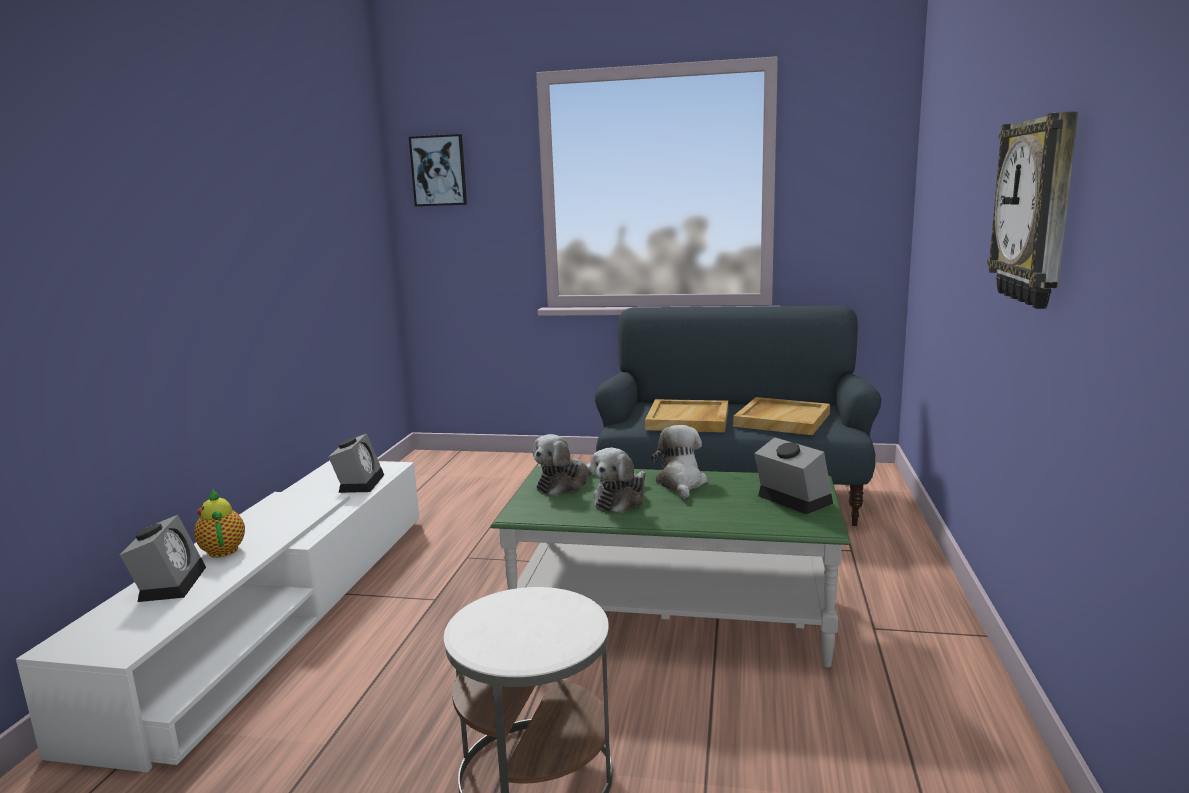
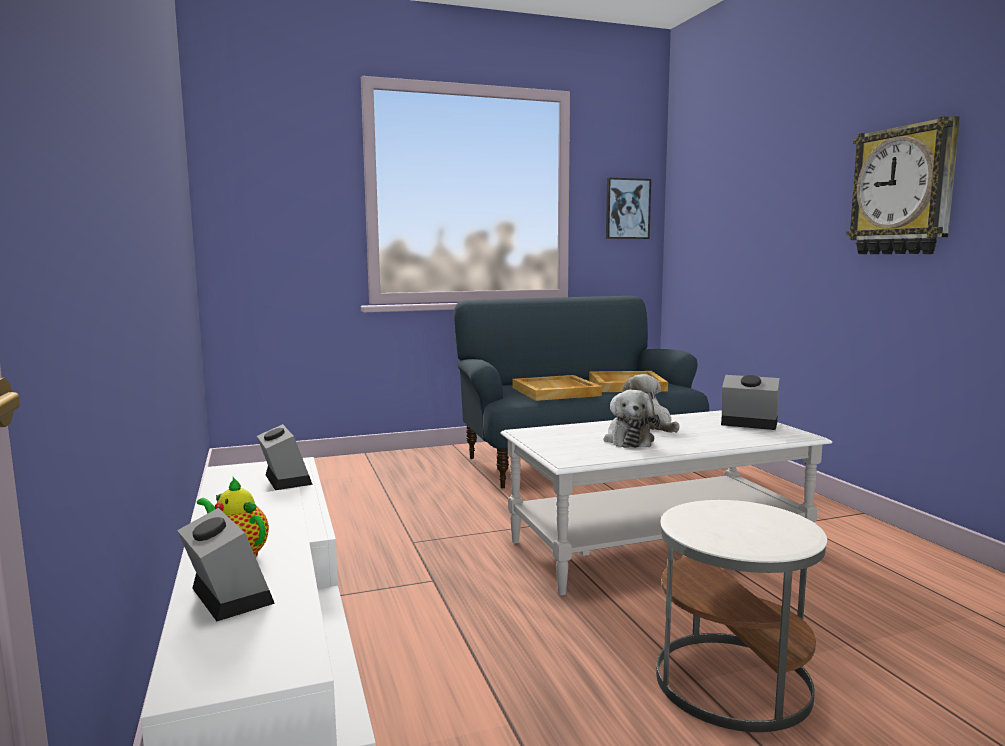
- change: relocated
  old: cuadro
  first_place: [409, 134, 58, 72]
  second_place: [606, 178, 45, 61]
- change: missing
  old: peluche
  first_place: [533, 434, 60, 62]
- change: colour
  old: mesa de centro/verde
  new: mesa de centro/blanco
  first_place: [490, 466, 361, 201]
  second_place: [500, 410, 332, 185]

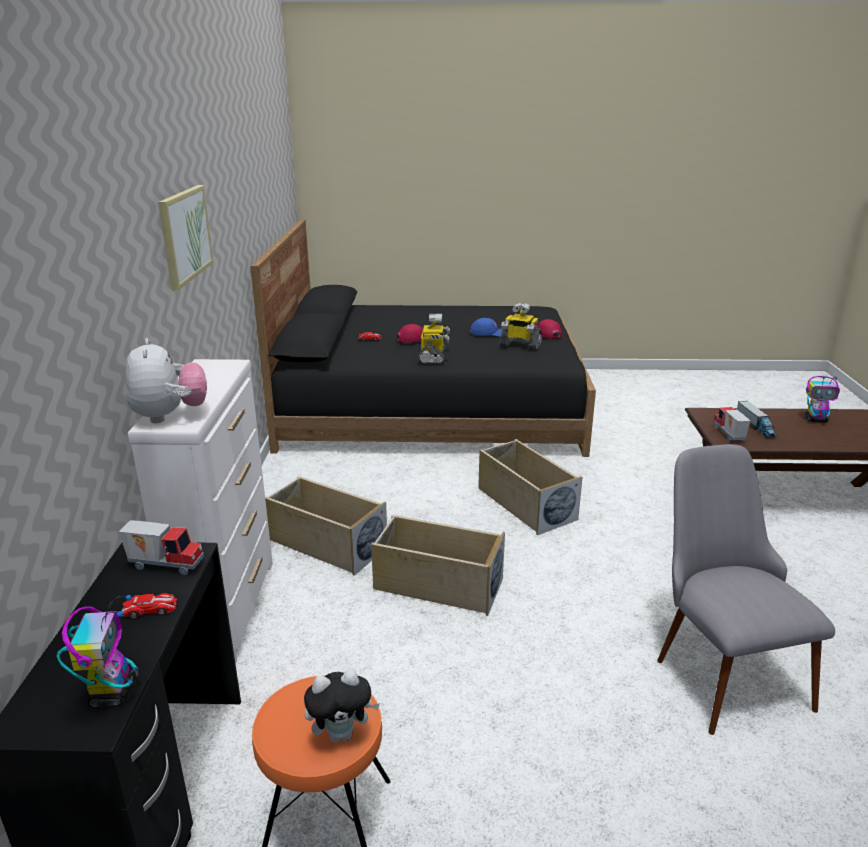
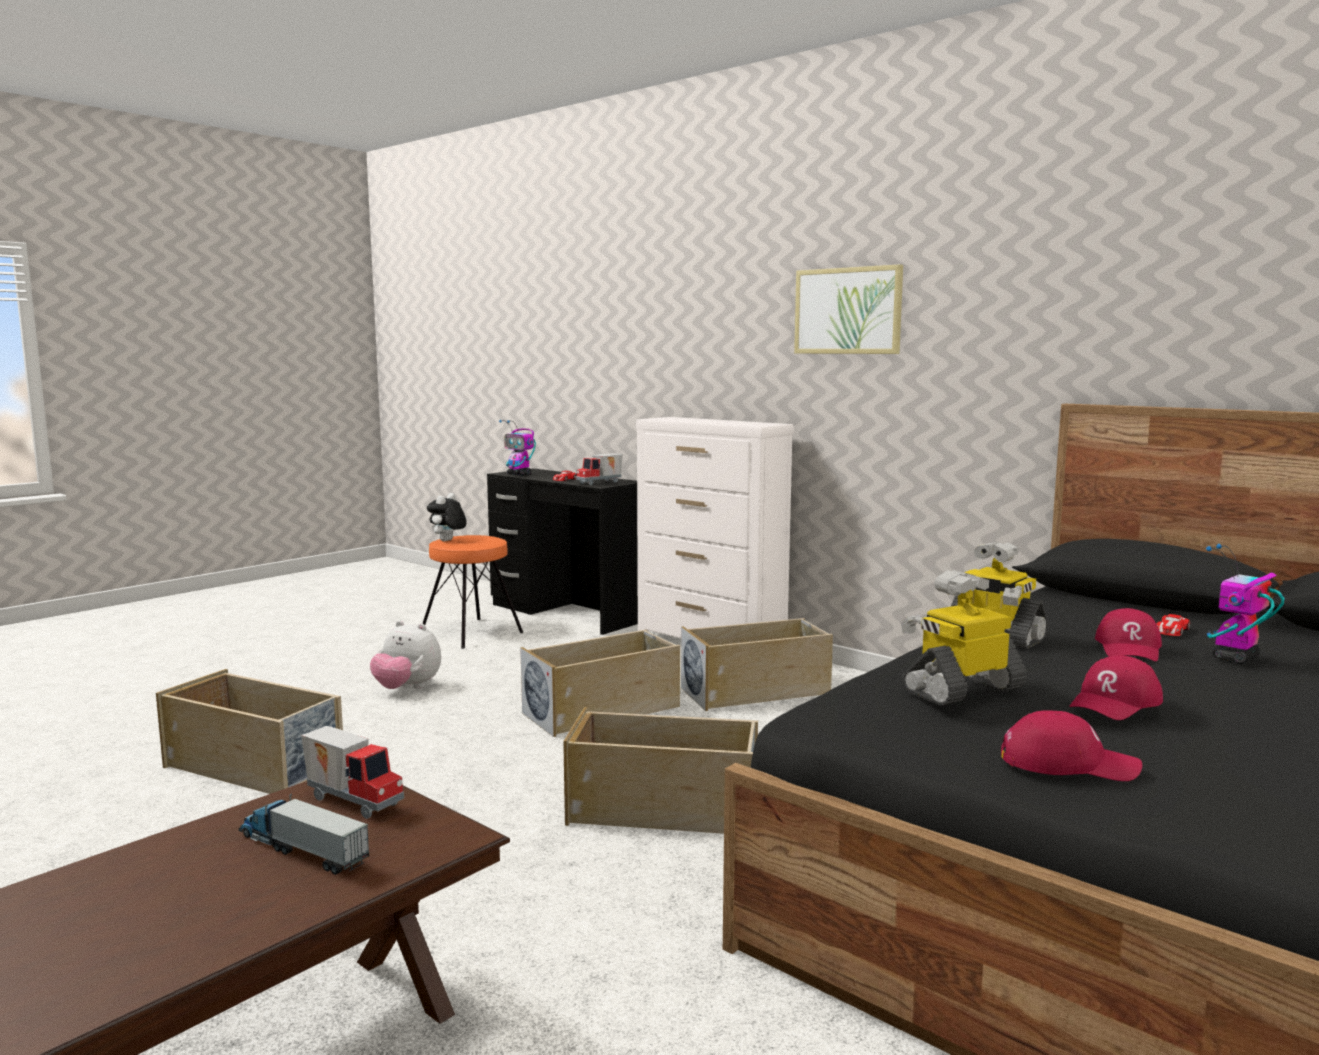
- change: colour
  old: gorra/azul
  new: gorra/rojo
  first_place: [470, 318, 32, 19]
  second_place: [1069, 655, 94, 65]
- change: relocated
  old: peluche
  first_place: [126, 338, 81, 85]
  second_place: [370, 621, 71, 68]
- change: relocated
  old: robot de juguete
  first_place: [805, 376, 35, 47]
  second_place: [1206, 544, 79, 120]
- change: exchanged
  old: silla/gris
  new: caja de almacenaje/beis
  first_place: [657, 444, 178, 291]
  second_place: [156, 669, 187, 125]

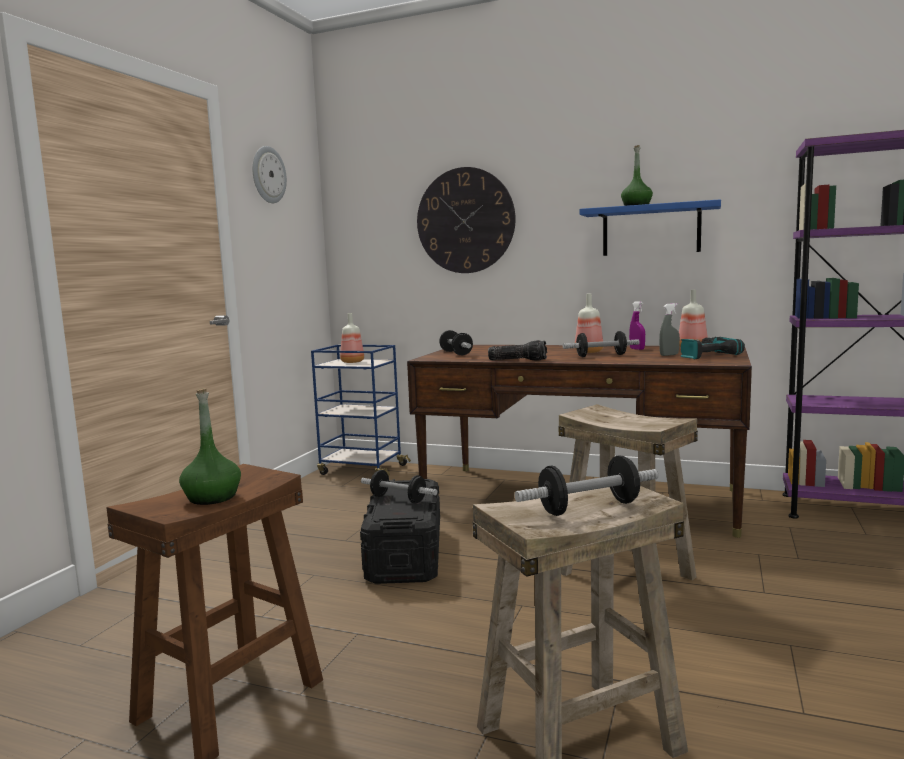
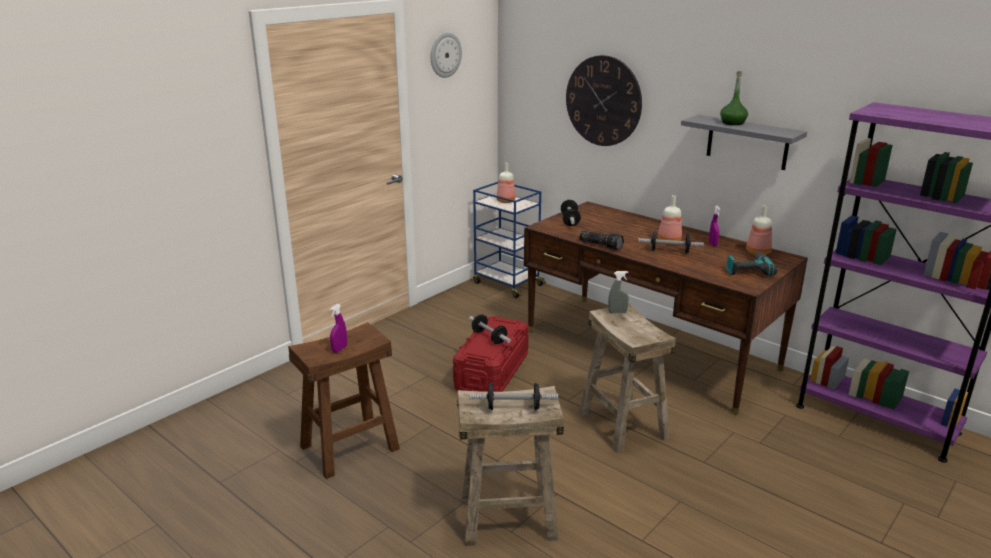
- change: colour
  old: estante/azul
  new: estante/gris
  first_place: [579, 199, 142, 57]
  second_place: [681, 115, 126, 55]
- change: relocated
  old: pulverizador/gris
  first_place: [659, 303, 21, 53]
  second_place: [608, 271, 21, 42]
- change: exchanged
  old: botella/verde
  new: pulverizador/morado
  first_place: [179, 388, 62, 117]
  second_place: [330, 304, 17, 49]
- change: colour
  old: caja de almacenaje/negro
  new: caja de almacenaje/rojo
  first_place: [360, 479, 80, 105]
  second_place: [453, 316, 76, 76]

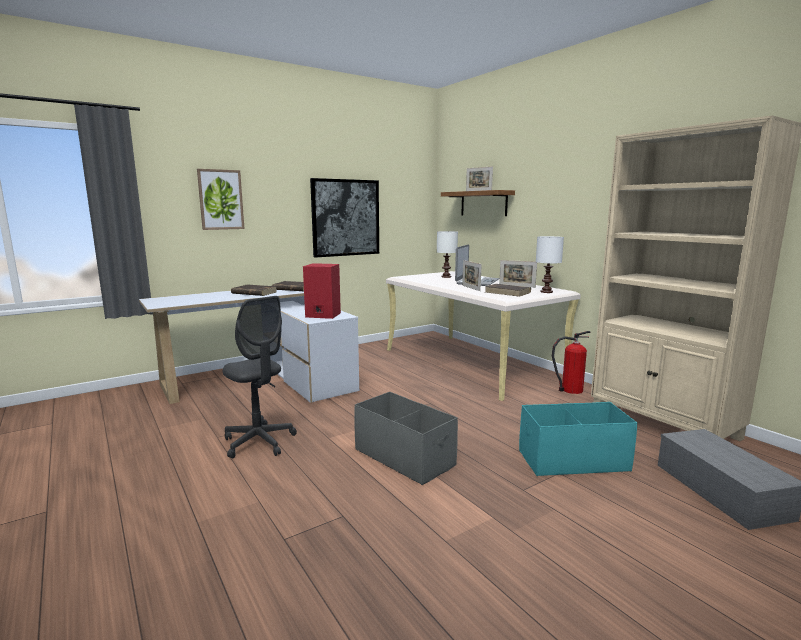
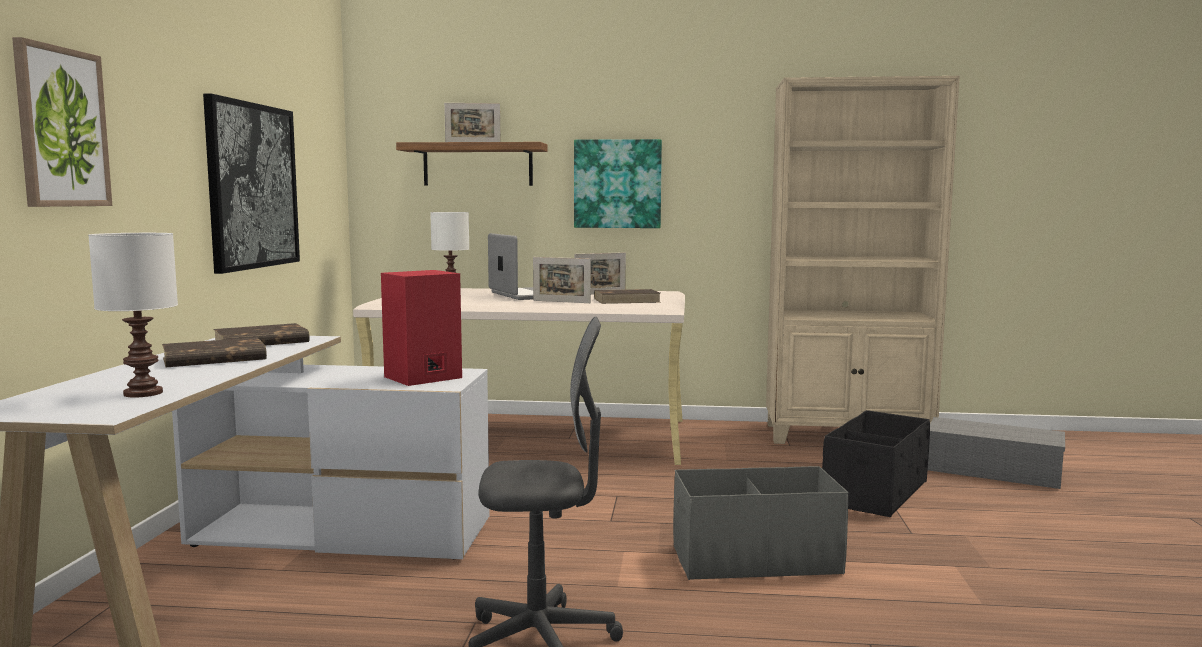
- change: relocated
  old: lámpara de mesa/blanco
  first_place: [536, 236, 28, 57]
  second_place: [89, 233, 89, 165]
- change: missing
  old: extintor
  first_place: [552, 331, 38, 63]
- change: colour
  old: caja de almacenaje/turquesa
  new: caja de almacenaje/negro
  first_place: [519, 402, 119, 74]
  second_place: [822, 410, 108, 107]
- change: appeared
  new: cuadro
  second_place: [574, 139, 88, 89]

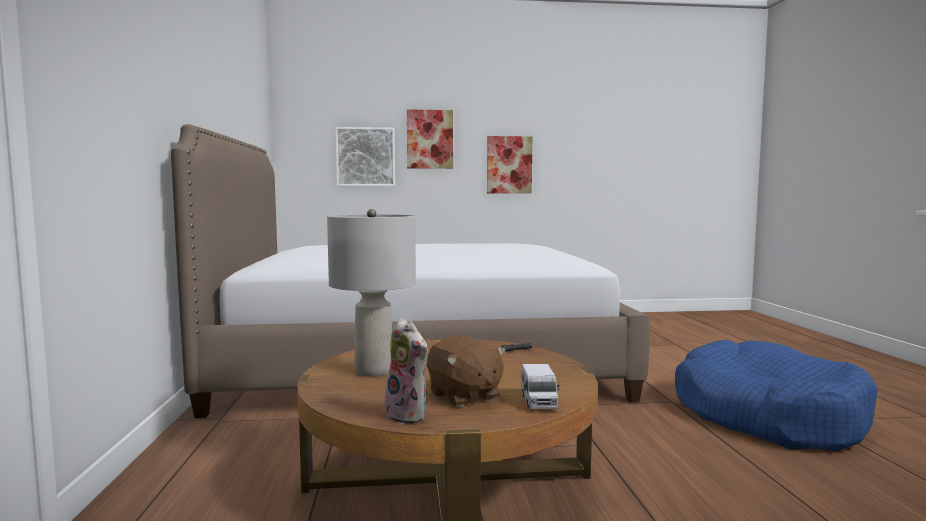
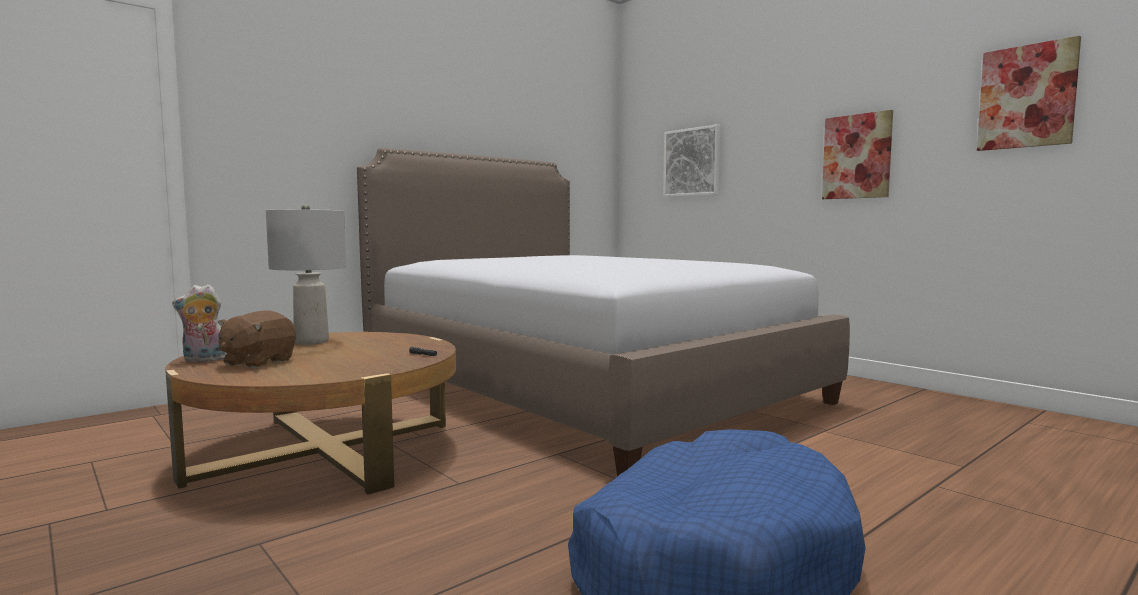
- change: relocated
  old: cuadro
  first_place: [407, 109, 46, 60]
  second_place: [977, 36, 104, 115]
- change: spun
  old: peluche
  first_place: [384, 318, 44, 106]
  second_place: [172, 284, 55, 78]
  degrees: 60
- change: missing
  old: camión de juguete
  first_place: [521, 364, 38, 45]

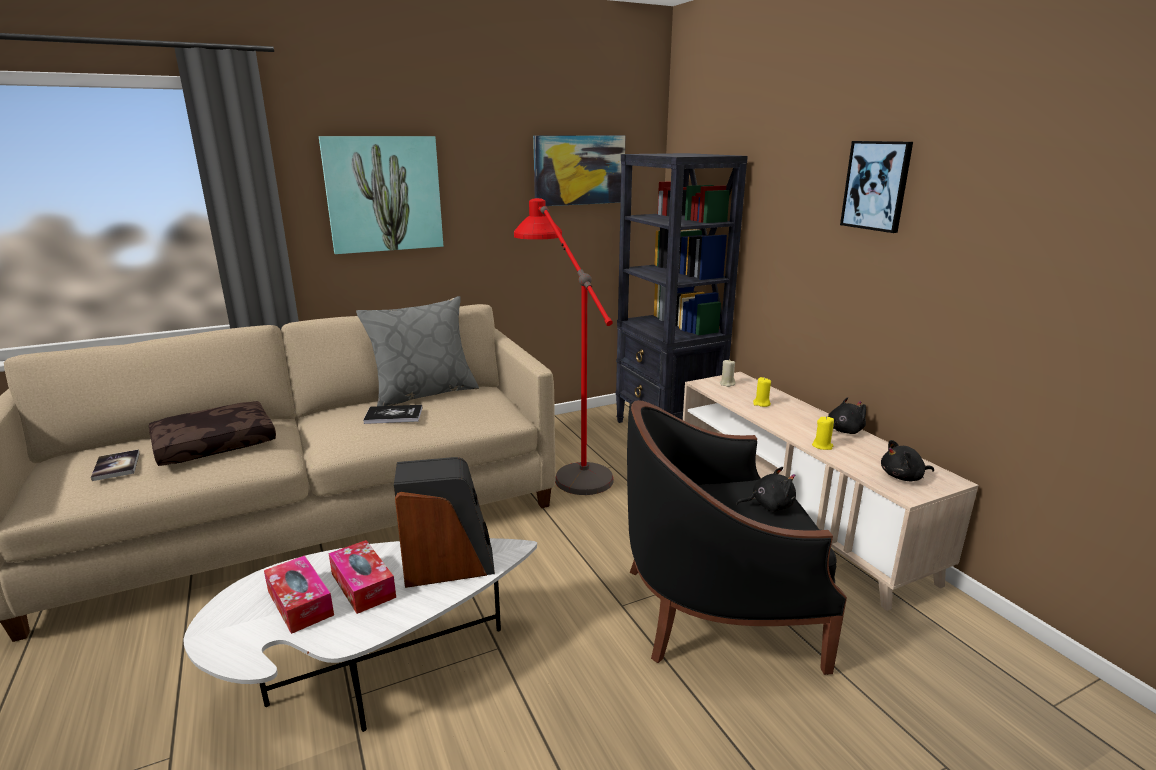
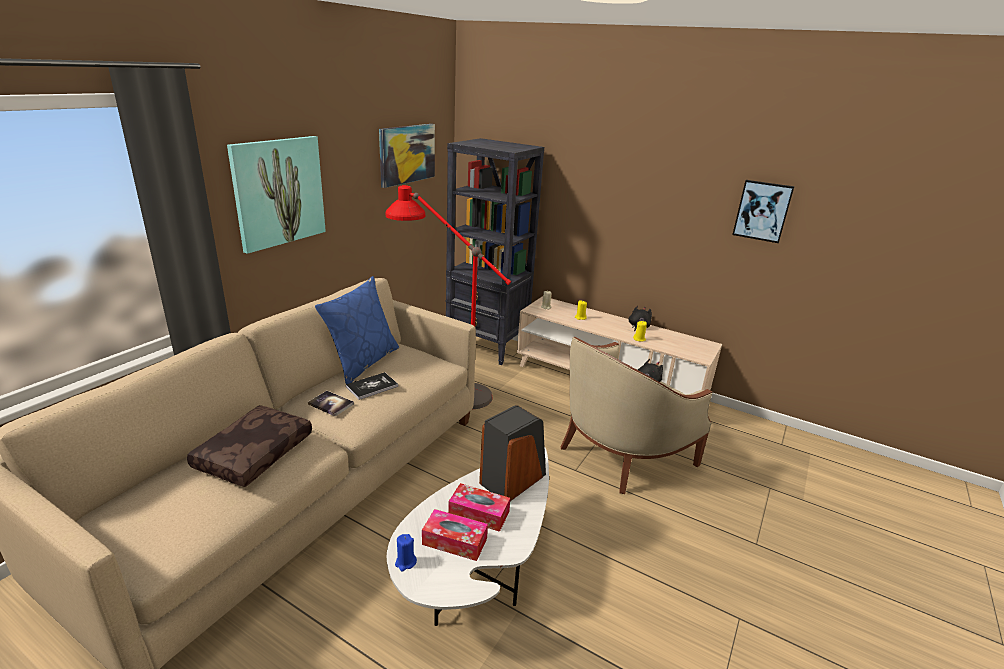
- change: relocated
  old: cuadro
  first_place: [840, 141, 73, 92]
  second_place: [732, 180, 63, 63]
- change: colour
  old: cojín/gris
  new: cojín/azul
  first_place: [356, 296, 123, 110]
  second_place: [315, 276, 84, 108]
- change: colour
  old: sillón/negro
  new: sillón/beis
  first_place: [627, 400, 220, 275]
  second_place: [561, 336, 151, 158]
- change: missing
  old: peluche/negro
  first_place: [881, 440, 53, 41]
- change: relocated
  old: libro
  first_place: [91, 450, 49, 31]
  second_place: [308, 391, 46, 25]
- change: appeared
  new: vela/azul
  second_place: [395, 534, 22, 37]

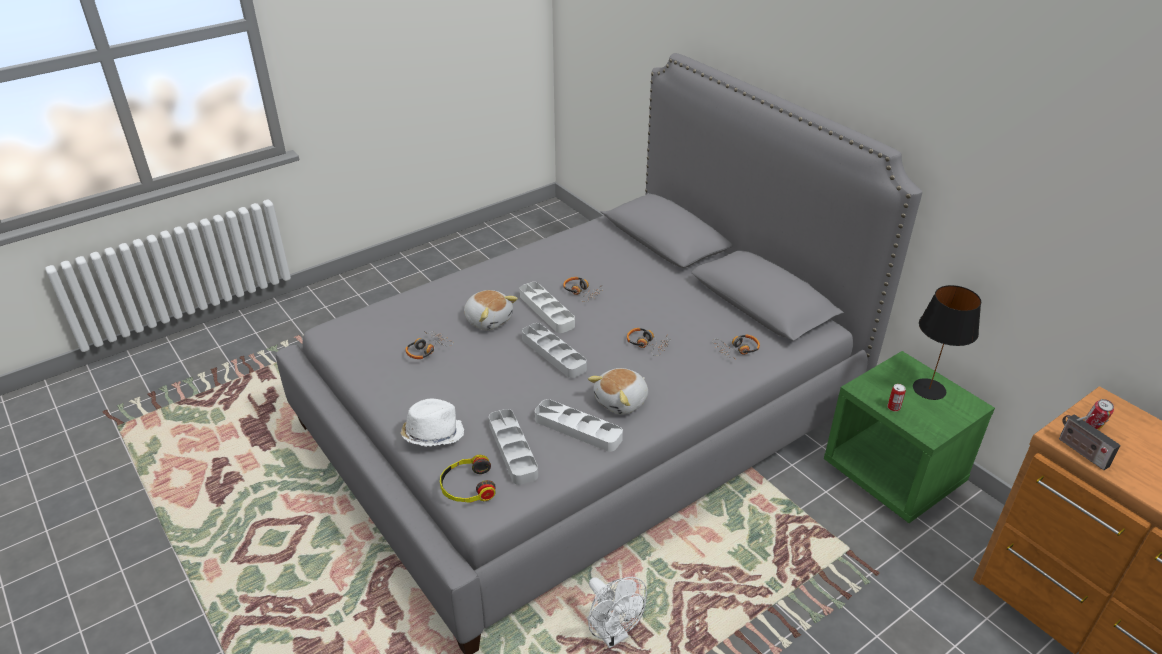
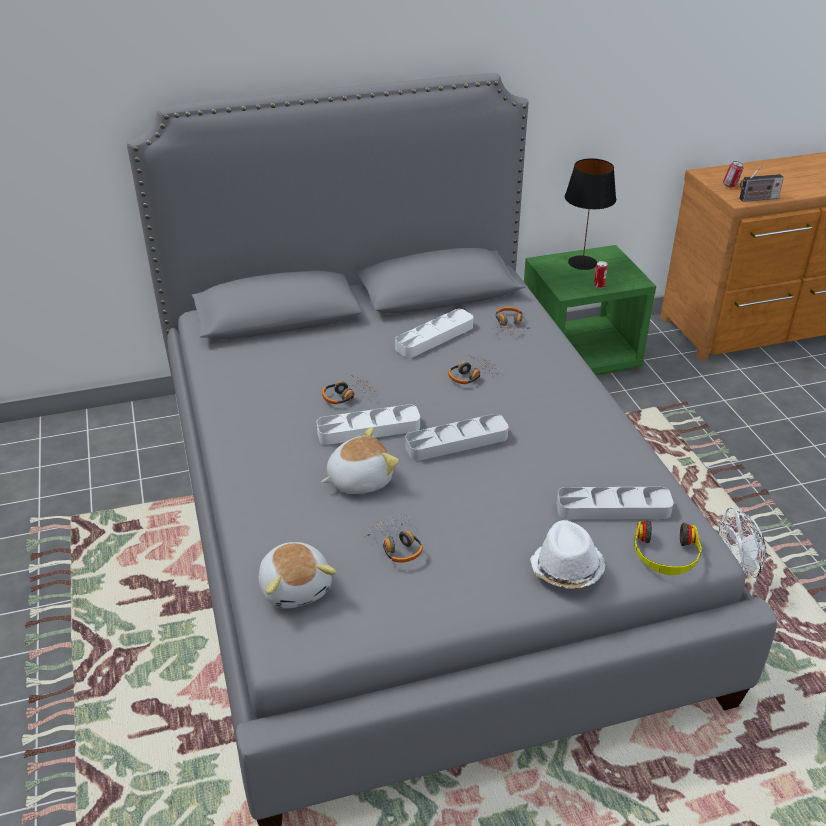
- change: relocated
  old: peluche
  first_place: [588, 368, 60, 47]
  second_place: [259, 542, 77, 67]
- change: relocated
  old: bandeja/blanco
  first_place: [535, 399, 88, 53]
  second_place: [395, 309, 78, 49]

